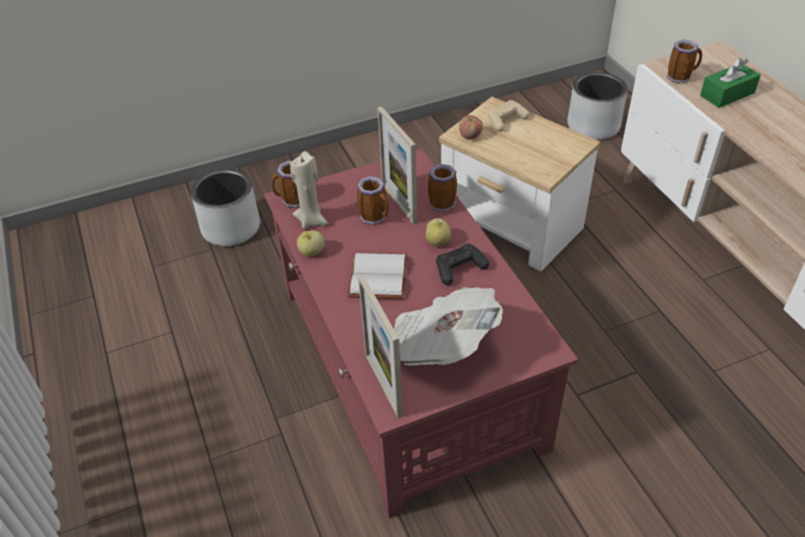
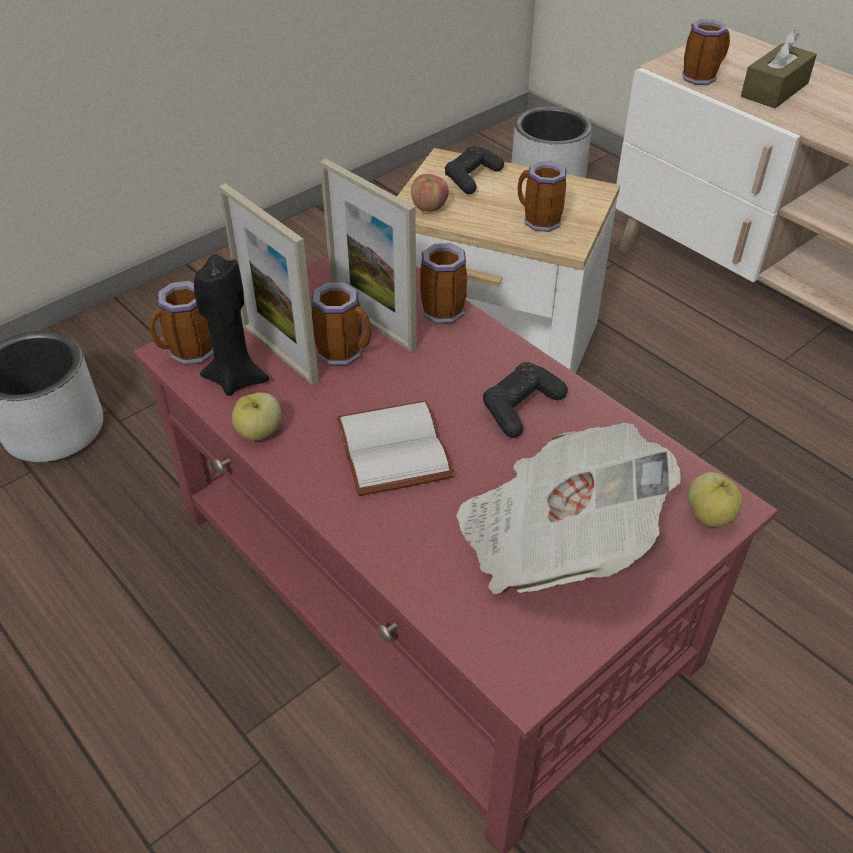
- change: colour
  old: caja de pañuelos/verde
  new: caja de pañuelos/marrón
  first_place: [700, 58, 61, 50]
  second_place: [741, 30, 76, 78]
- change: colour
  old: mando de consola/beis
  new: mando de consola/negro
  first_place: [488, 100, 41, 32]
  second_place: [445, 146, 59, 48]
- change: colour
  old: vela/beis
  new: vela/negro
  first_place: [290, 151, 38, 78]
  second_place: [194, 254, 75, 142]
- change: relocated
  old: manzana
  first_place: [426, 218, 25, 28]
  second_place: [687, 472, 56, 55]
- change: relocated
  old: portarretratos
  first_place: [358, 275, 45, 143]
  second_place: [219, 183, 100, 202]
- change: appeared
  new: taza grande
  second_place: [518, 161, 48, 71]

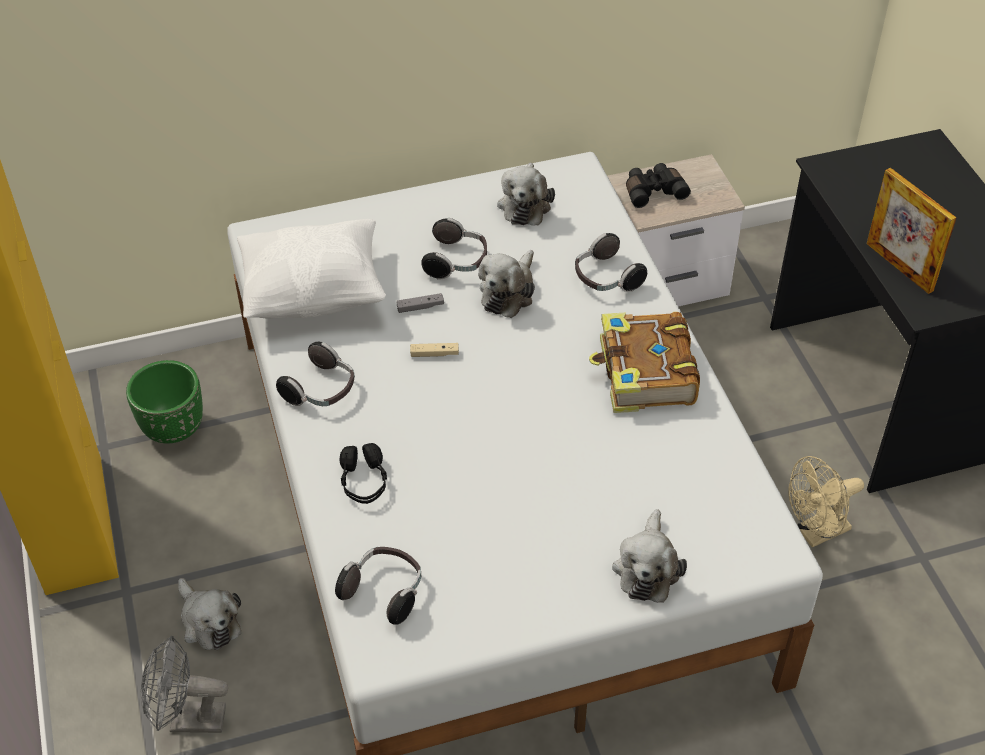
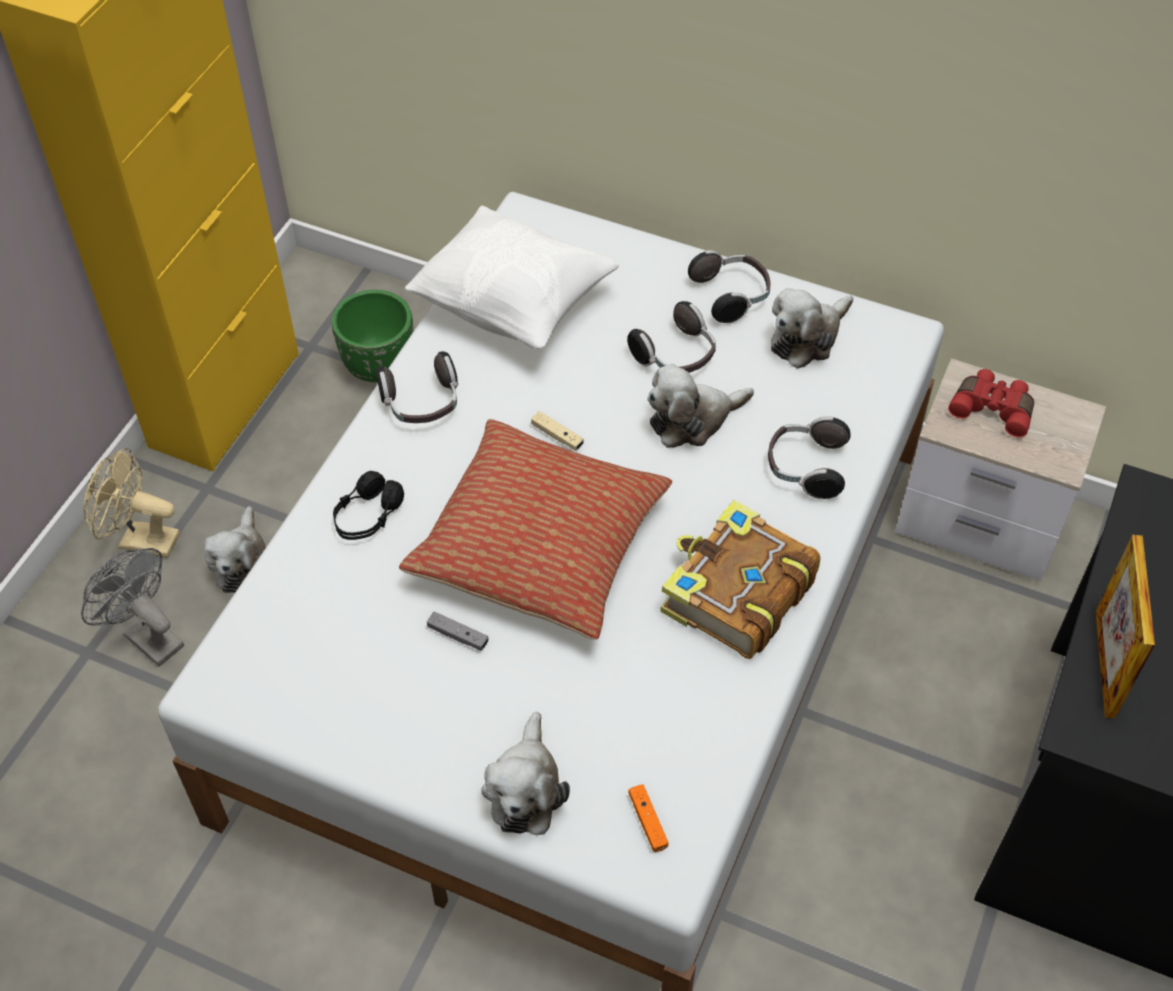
- change: colour
  old: prismáticos/negro
  new: prismáticos/rojo
  first_place: [626, 163, 65, 45]
  second_place: [948, 369, 86, 69]
- change: relocated
  old: mando de consola/gris
  first_place: [396, 293, 48, 20]
  second_place: [427, 611, 62, 40]
- change: relocated
  old: ventilador/beis
  first_place: [788, 456, 76, 91]
  second_place: [83, 448, 97, 110]
- change: spun
  old: peluche
  first_place: [612, 509, 75, 94]
  second_place: [481, 712, 89, 123]
  degrees: -45
- change: relocated
  old: auriculares
  first_place: [335, 547, 86, 78]
  second_place: [688, 250, 82, 73]
- change: appeared
  new: cojín
  second_place: [399, 419, 273, 221]
- change: appeared
  new: mando de consola/naranja
  second_place: [628, 784, 41, 68]

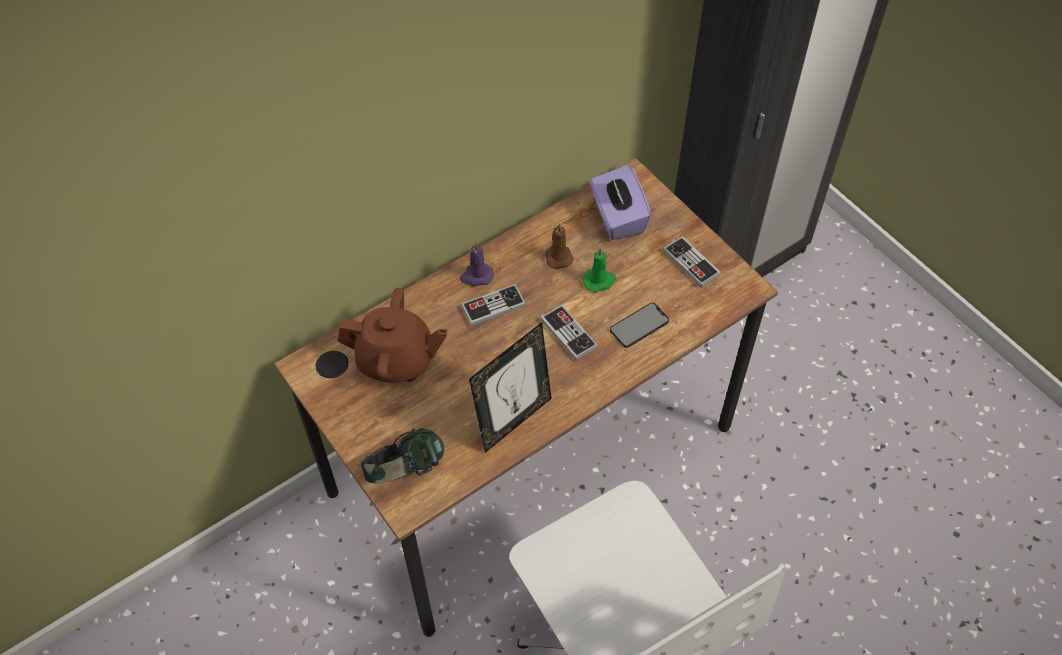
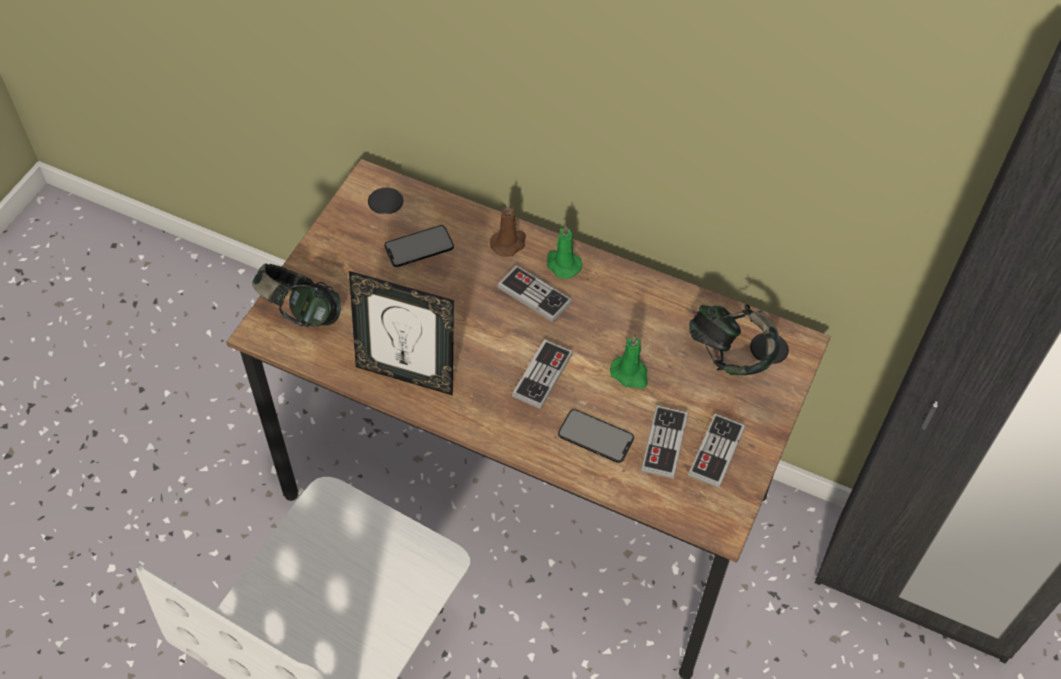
- change: exchanged
  old: caja de pañuelos/morado
  new: auriculares
  first_place: [590, 165, 61, 75]
  second_place: [689, 304, 91, 71]
- change: relocated
  old: vela/marrón
  first_place: [545, 223, 29, 46]
  second_place: [490, 203, 36, 54]
- change: colour
  old: vela/morado
  new: vela/verde
  first_place: [460, 242, 34, 44]
  second_place: [547, 224, 35, 55]
- change: exchanged
  old: tetera/marrón
  new: móvil
  first_place: [337, 288, 110, 94]
  second_place: [385, 225, 69, 42]
- change: appeared
  new: mando de consola
  second_place: [641, 405, 47, 74]

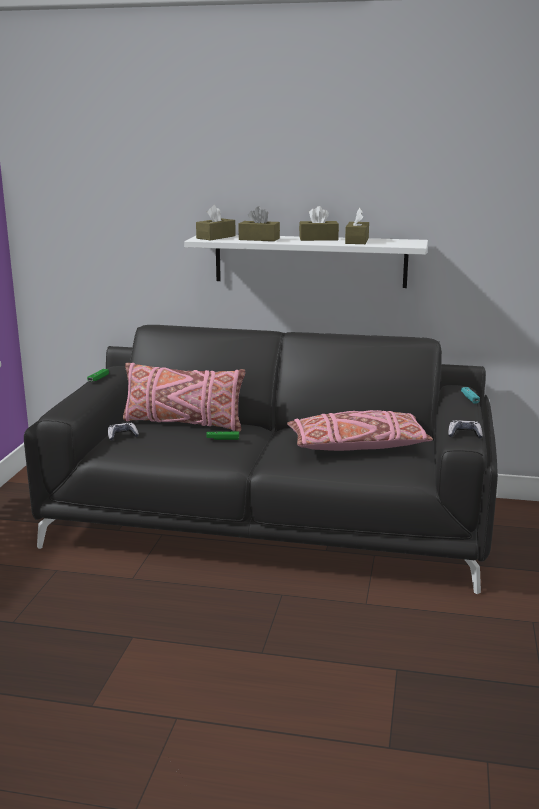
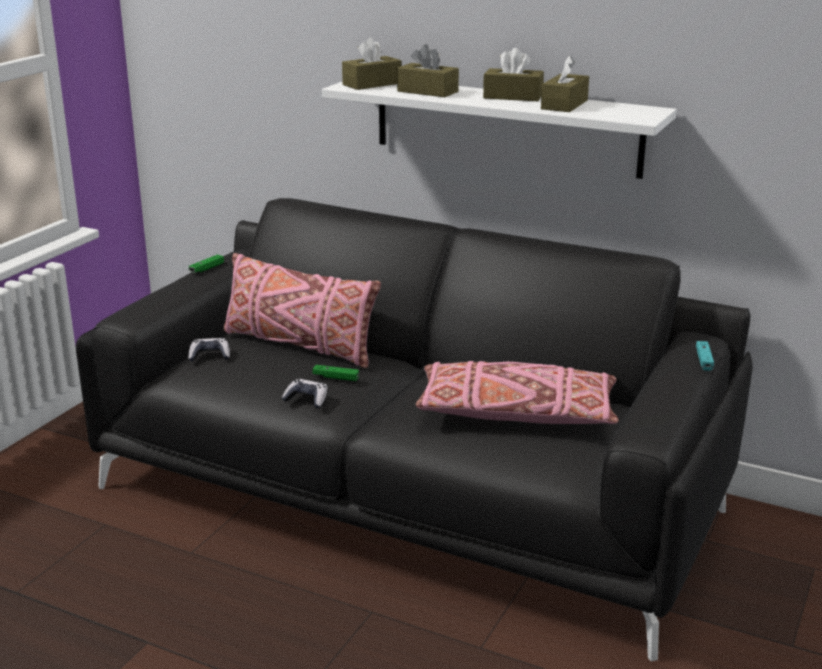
- change: relocated
  old: mando de consola
  first_place: [448, 420, 35, 19]
  second_place: [282, 379, 46, 29]

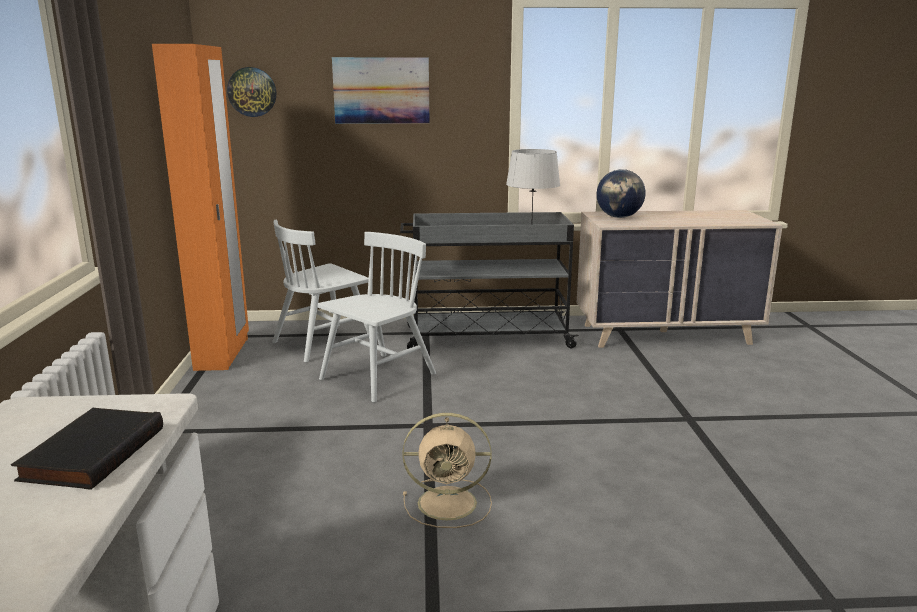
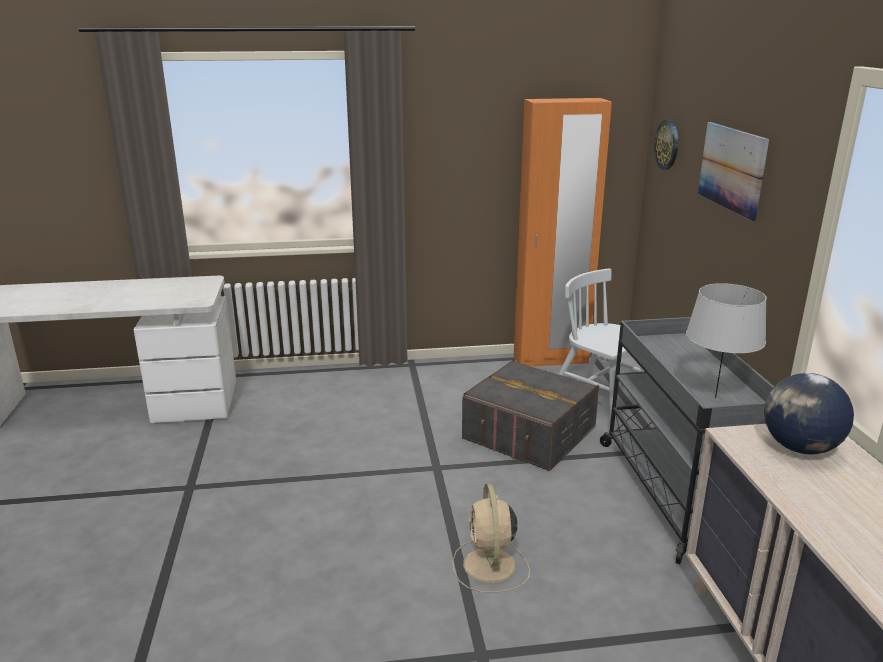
- change: exchanged
  old: silla/blanco
  new: caja de almacenaje/gris
  first_place: [318, 232, 118, 170]
  second_place: [462, 359, 137, 112]
- change: missing
  old: libro/negro
  first_place: [11, 408, 152, 82]
- change: relocated
  old: ventilador/beis
  first_place: [402, 413, 90, 115]
  second_place: [452, 484, 78, 109]

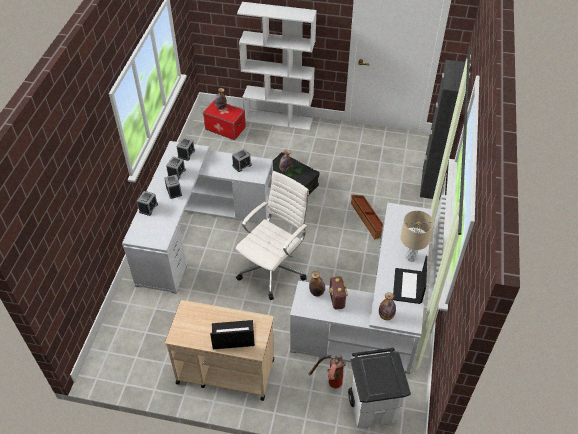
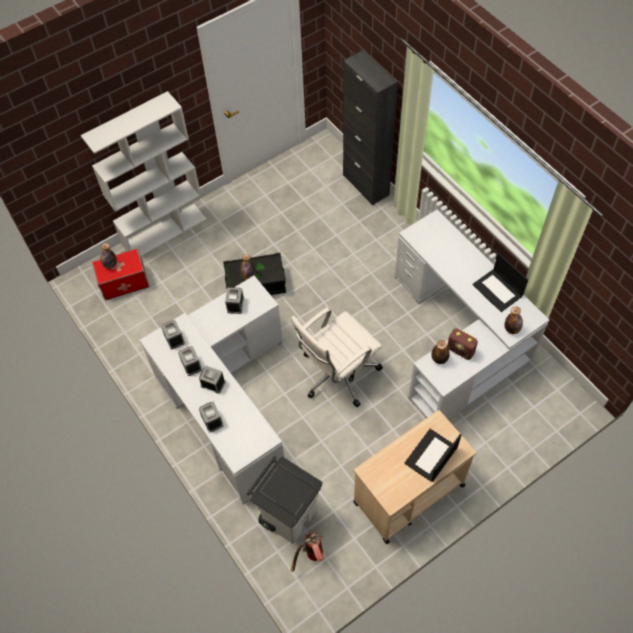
- change: spun
  old: silla de oficina/blanco
  first_place: [236, 171, 73, 129]
  second_place: [291, 308, 92, 99]
  degrees: -120
- change: missing
  old: caja de almacenaje/marrón
  first_place: [351, 195, 32, 44]
- change: missing
  old: lámpara de mesa/beis
  first_place: [400, 210, 34, 52]
- change: relocated
  old: papelera/blanco
  first_place: [348, 348, 63, 80]
  second_place: [247, 456, 76, 88]
- change: relocated
  old: extintor
  first_place: [308, 355, 38, 34]
  second_place: [291, 532, 34, 40]

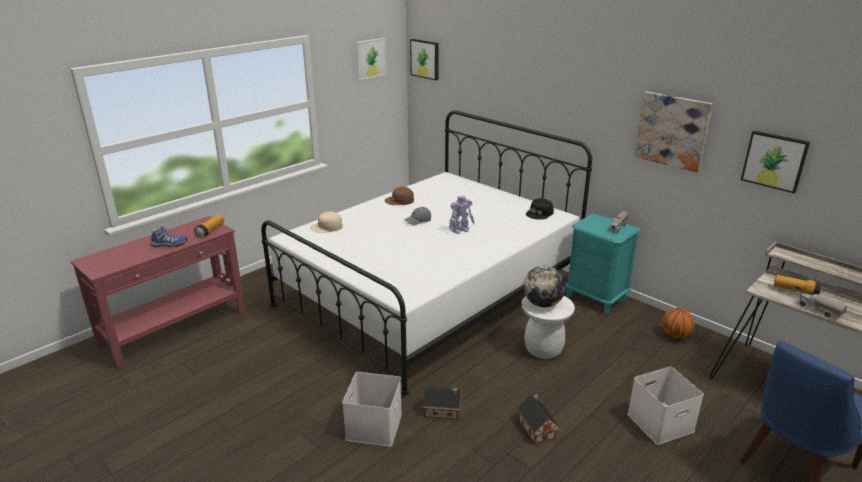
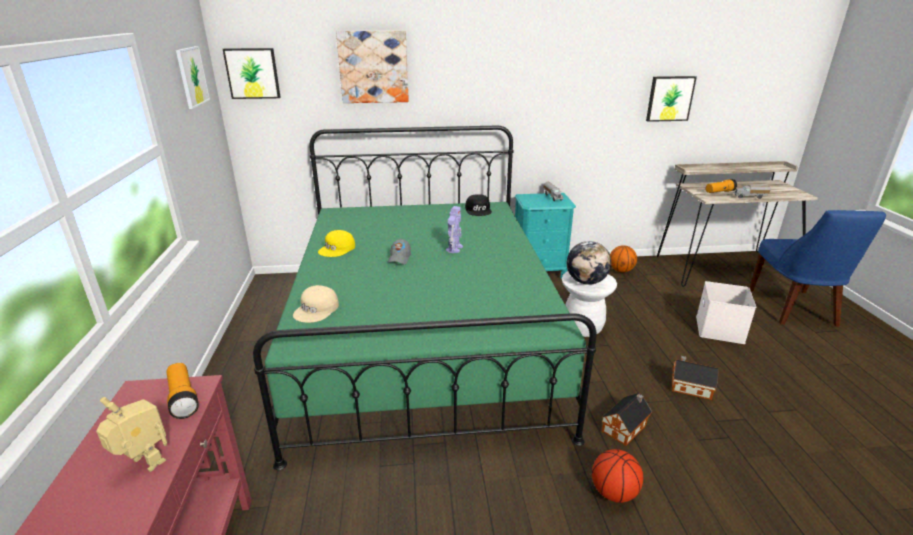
- change: relocated
  old: cuadro
  first_place: [634, 91, 79, 81]
  second_place: [336, 31, 73, 72]
- change: colour
  old: cama/blanco
  new: cama/verde
  first_place: [261, 111, 331, 287]
  second_place: [253, 125, 344, 345]
- change: colour
  old: gorra/marrón
  new: gorra/amarillo
  first_place: [385, 187, 29, 18]
  second_place: [318, 230, 37, 27]
- change: exchanged
  old: zapato
  new: robot de juguete
  first_place: [151, 226, 36, 21]
  second_place: [96, 397, 71, 75]
- change: exchanged
  old: caja de almacenaje/blanco
  new: balón de baloncesto
  first_place: [342, 372, 60, 75]
  second_place: [592, 449, 51, 54]

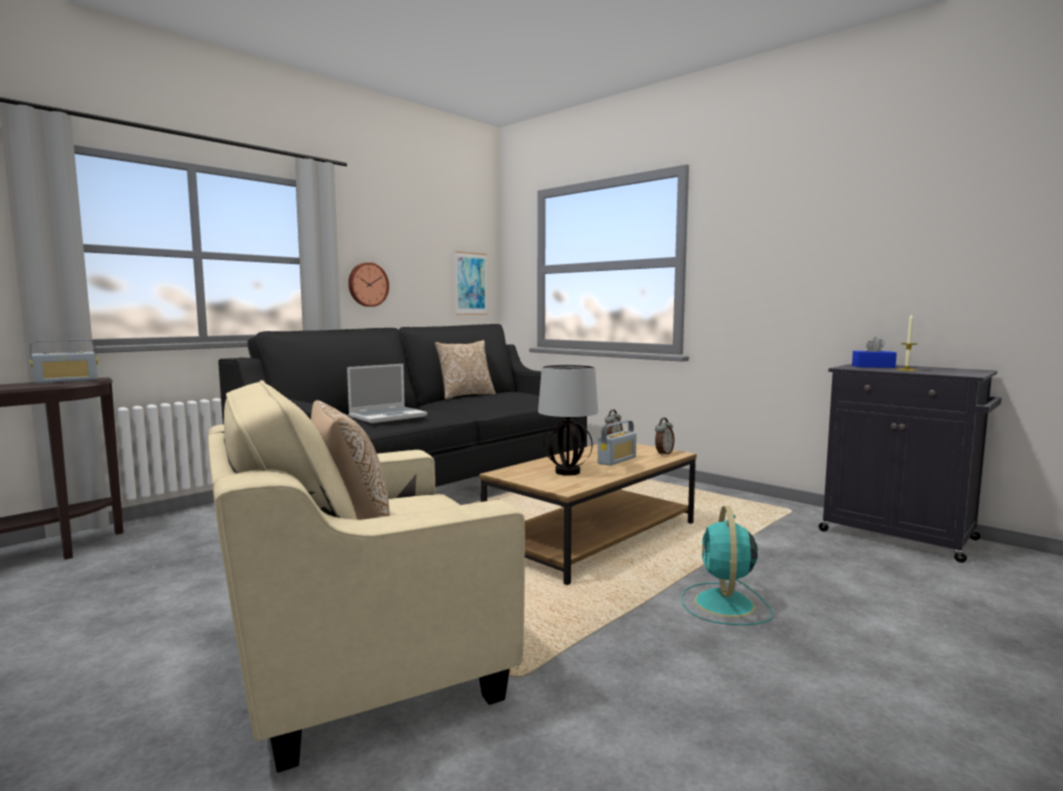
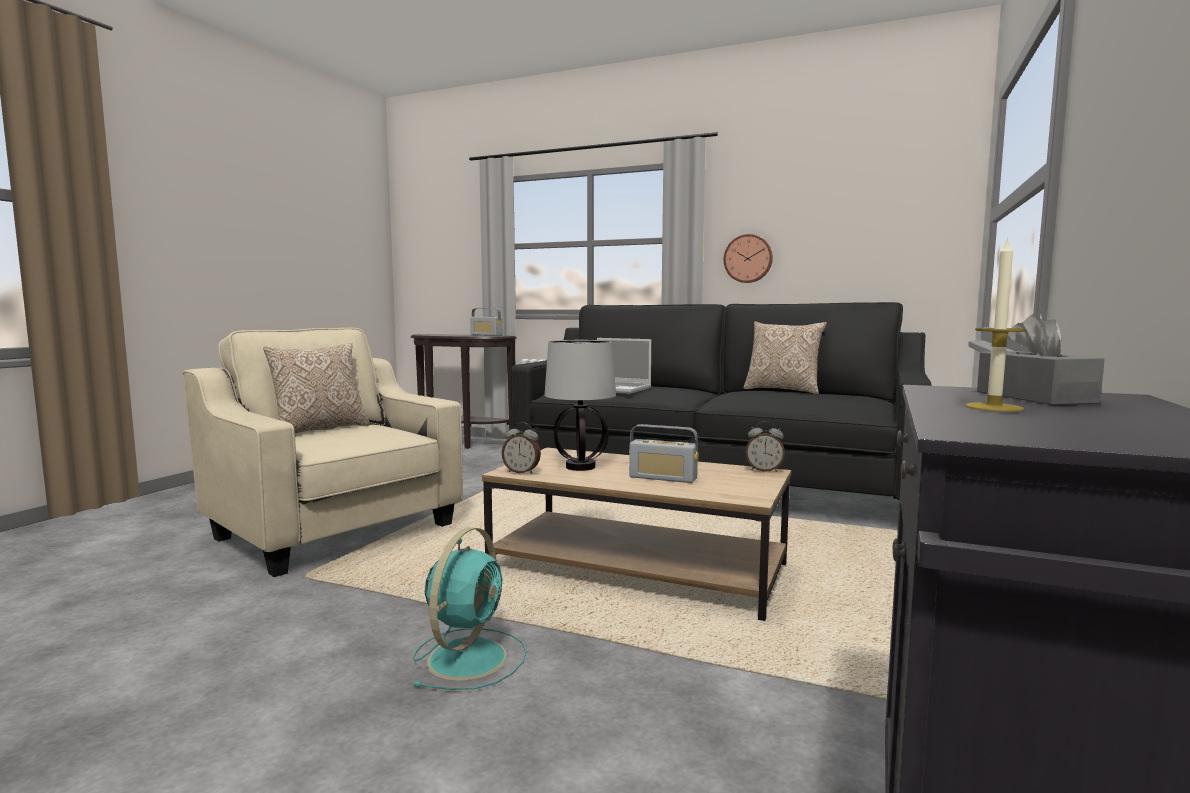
- change: missing
  old: cuadro
  first_place: [455, 251, 32, 64]
- change: colour
  old: caja de pañuelos/azul
  new: caja de pañuelos/gris
  first_place: [852, 337, 45, 31]
  second_place: [977, 312, 128, 93]
- change: relocated
  old: despertador
  first_place: [655, 418, 19, 38]
  second_place: [502, 422, 39, 52]
- change: spun
  old: ventilador/turquesa
  first_place: [682, 506, 91, 119]
  second_place: [412, 527, 115, 163]
  degrees: 120

